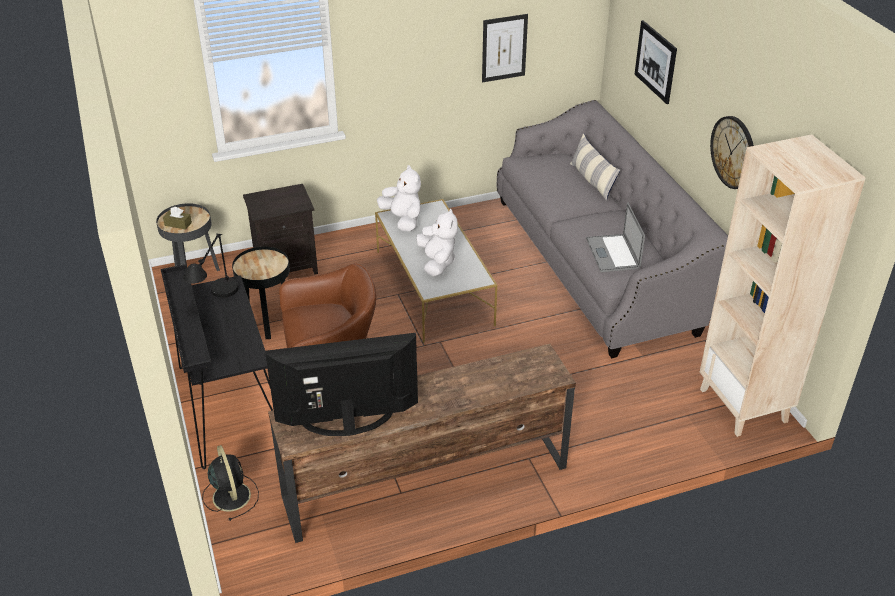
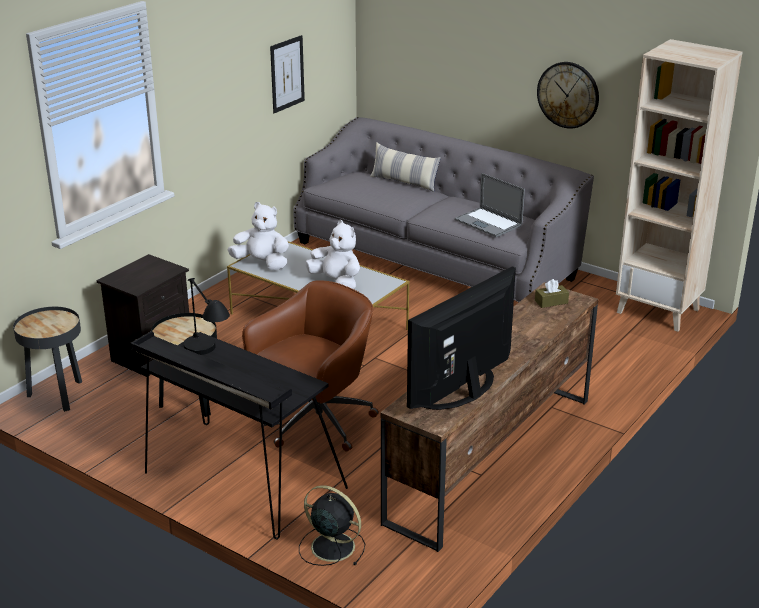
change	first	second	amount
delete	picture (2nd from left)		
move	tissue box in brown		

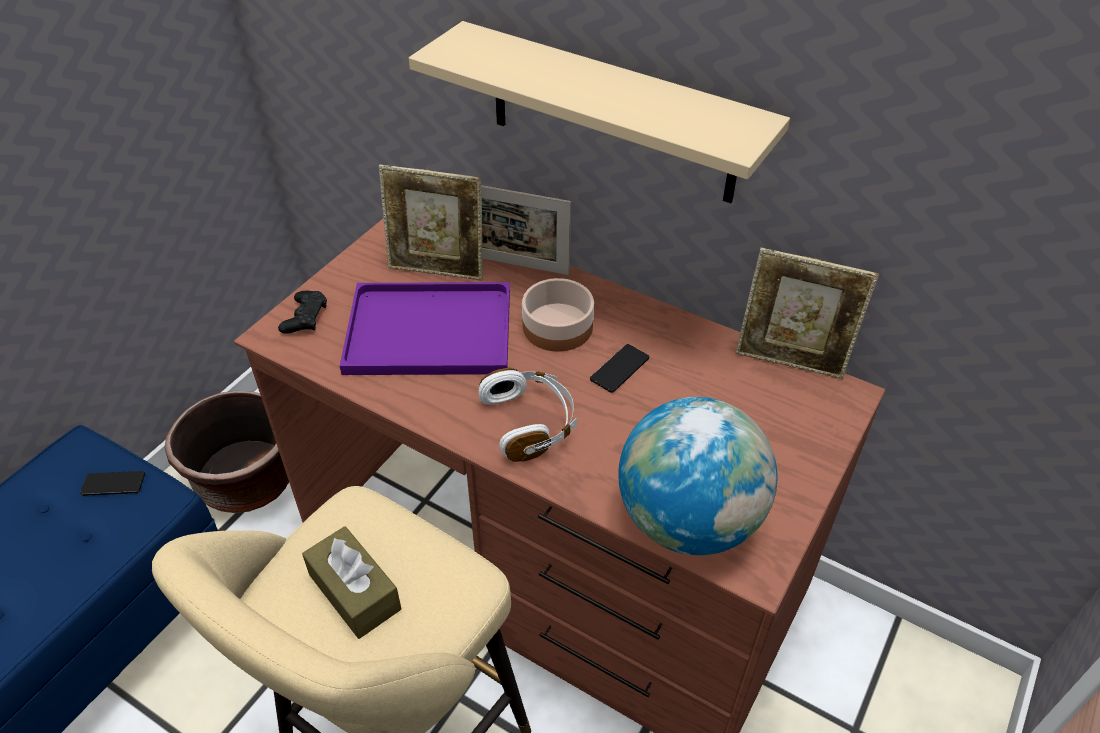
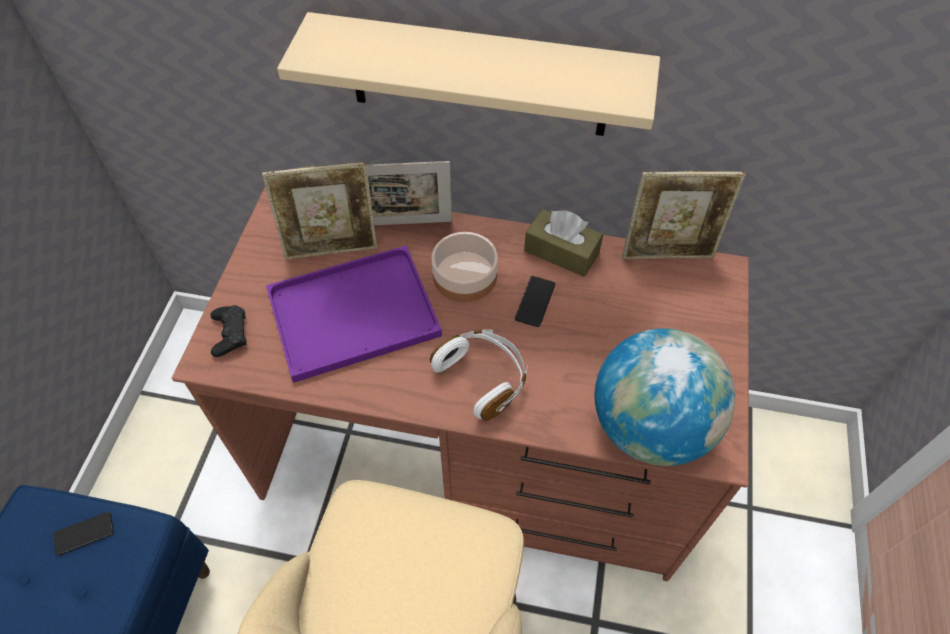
change	first	second	amount
delete	planter in brown		
move	tissue box in brown		

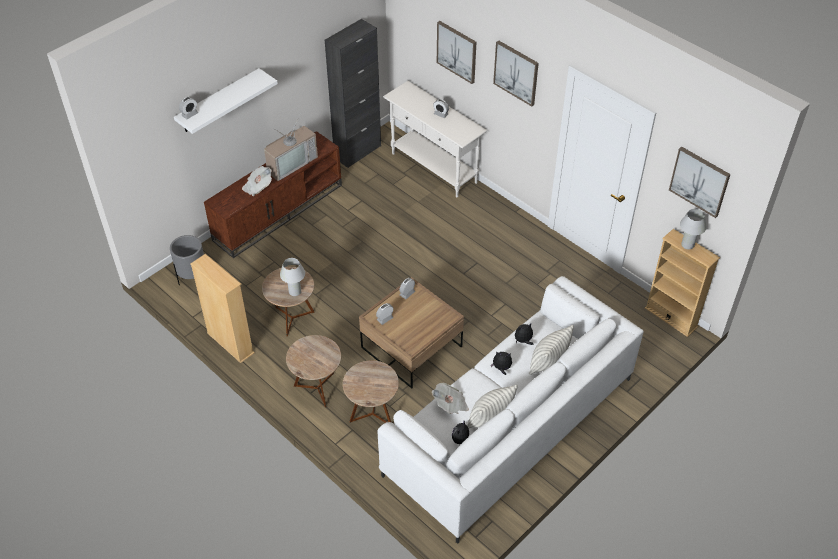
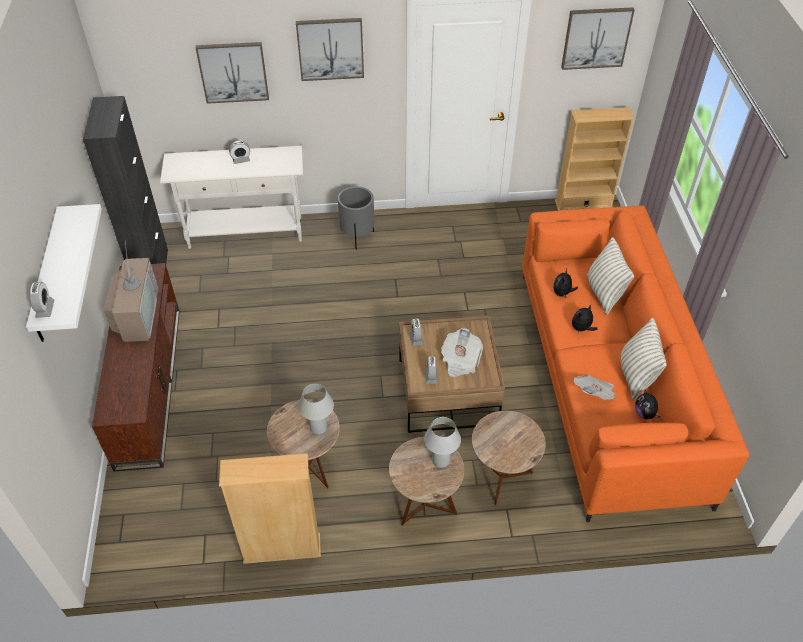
change	first	second	amount
move	newspaper (1st from left)		
move	table lamp in white (2nd from left)		
move	planter in grey		
recolor	sofa in white	sofa in orange	

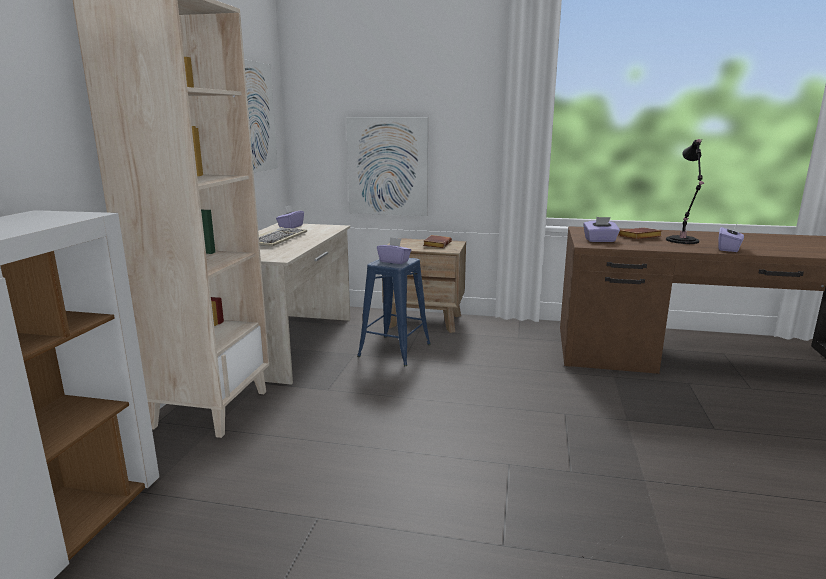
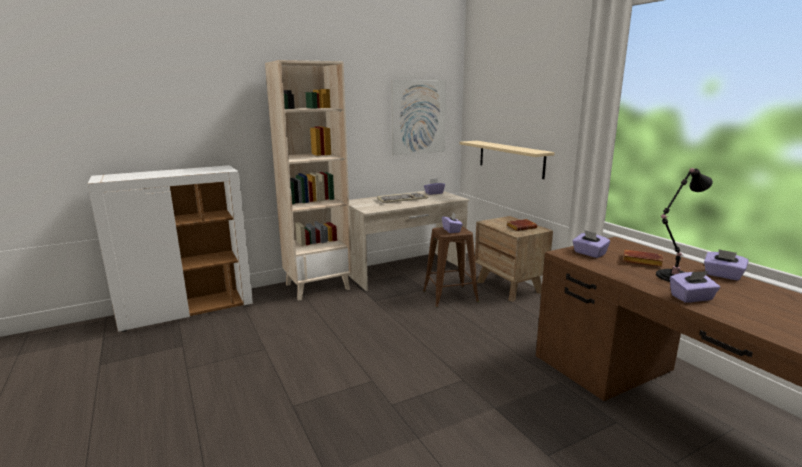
change	first	second	amount
replace	picture (2nd from left)	shelf in beige	
recolor	stool in blue	stool in brown	
insert		tissue box in purple (5th from left)	

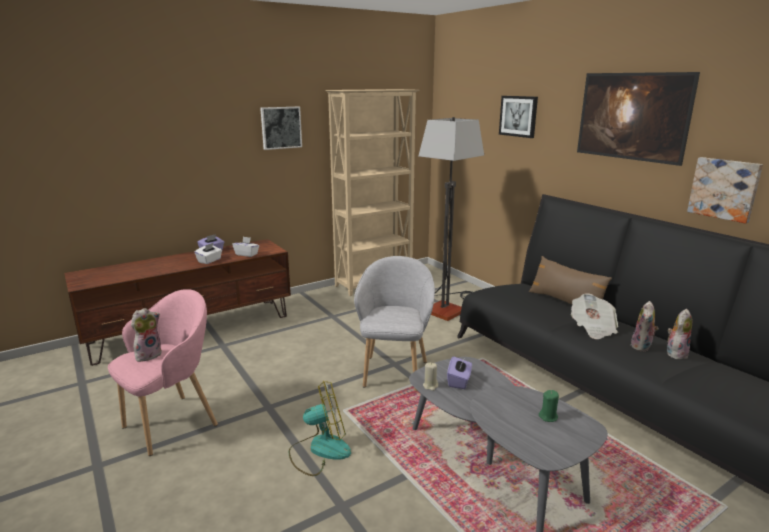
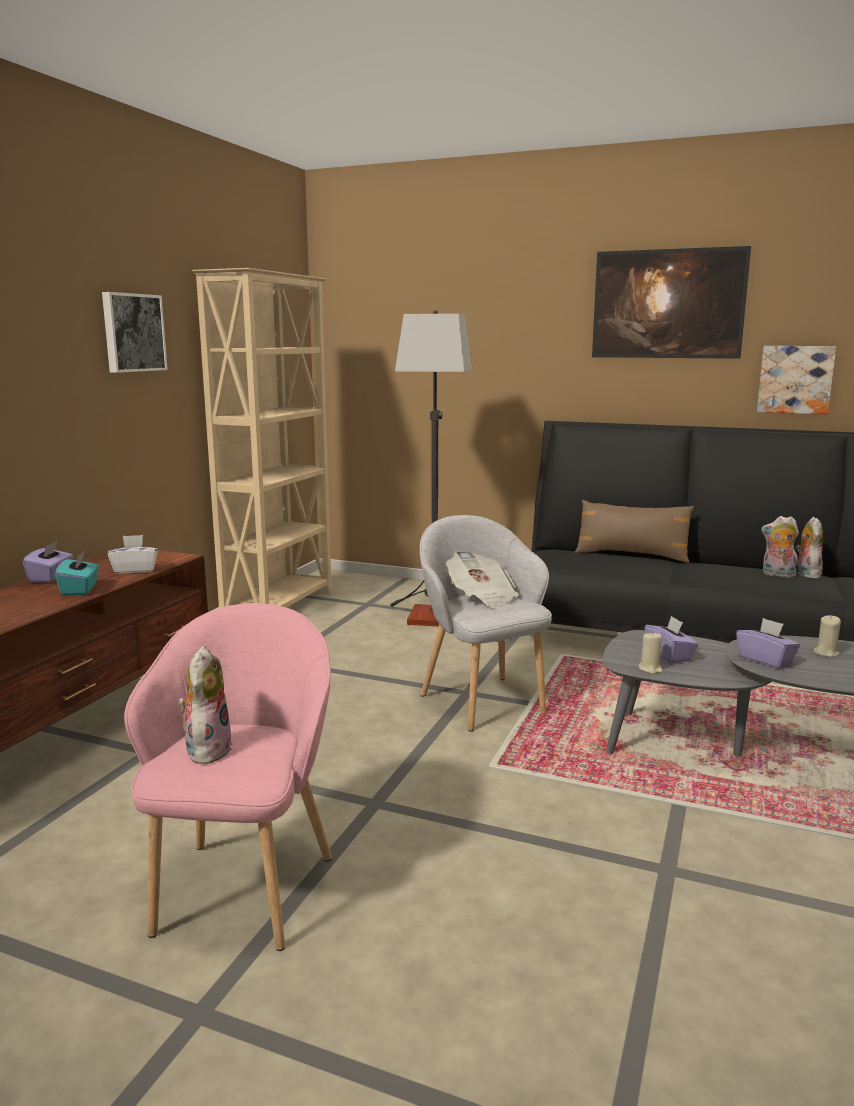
change	first	second	amount
delete	picture (2nd from left)		
recolor	tissue box in white (1st from left)	tissue box in turquoise	
move	newspaper		
rotate	plush toy (2nd from left)		120 degrees clockwise
delete	fan		
recolor	candle in green	candle in beige (2nd from left)	
insert		tissue box in purple (3rd from left)	

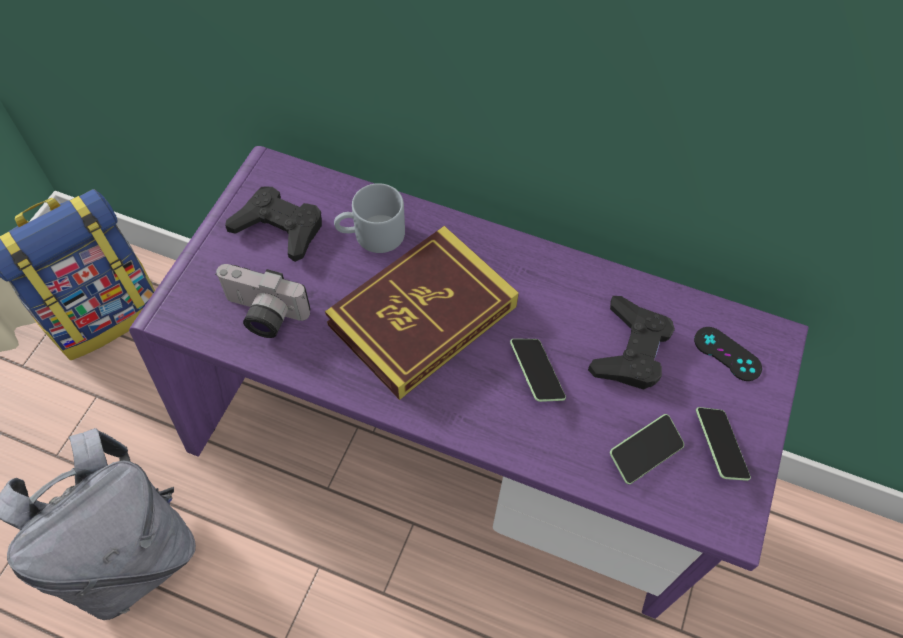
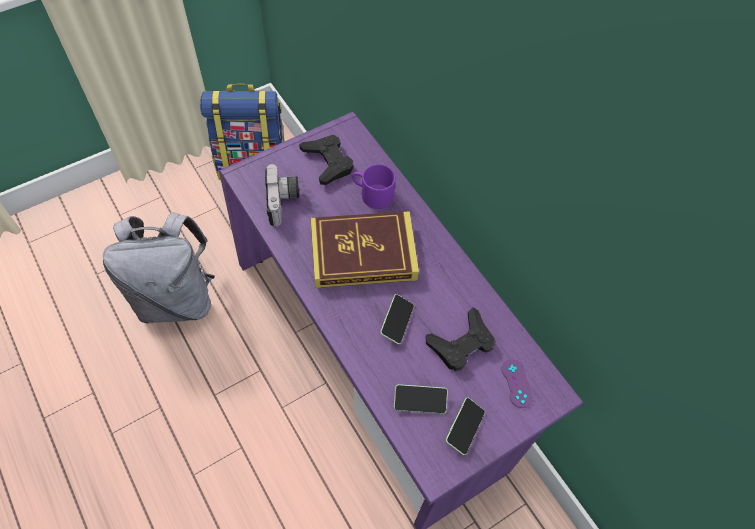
change	first	second	amount
recolor	mug in grey	mug in purple	
rotate	photo camera		150 degrees counterclockwise
recolor	game controller in black (3rd from left)	game controller in purple	

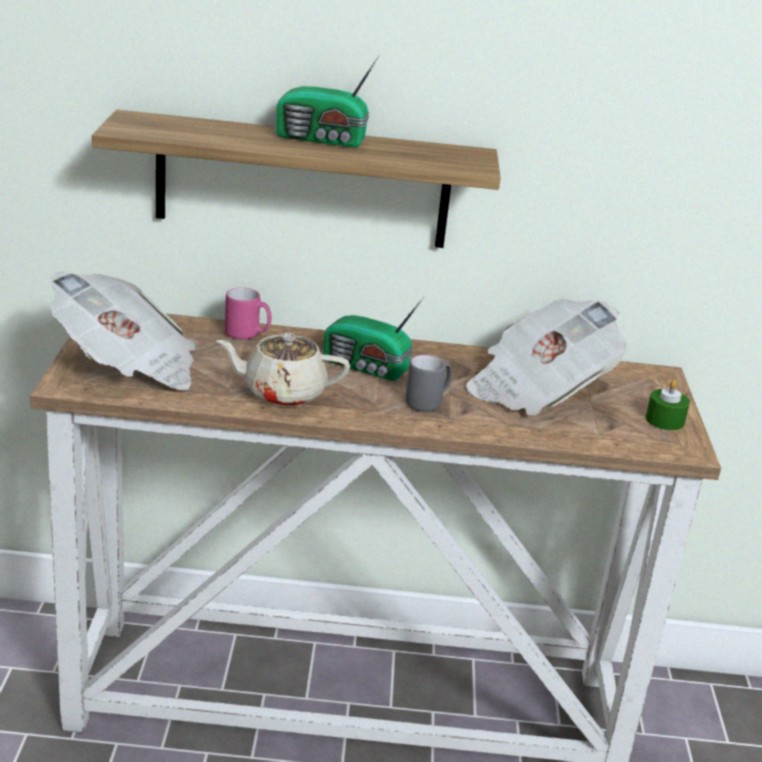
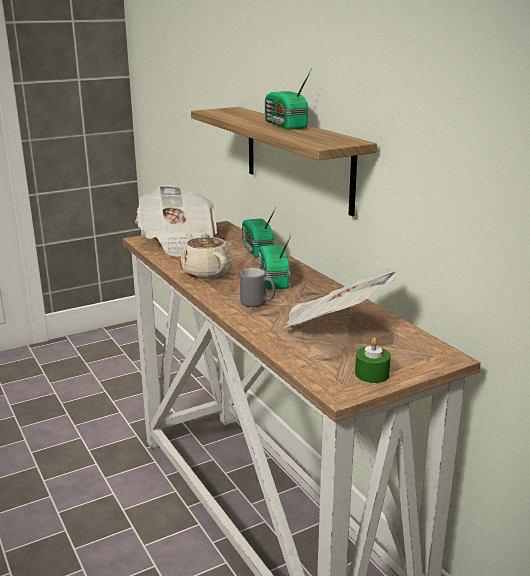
change	first	second	amount
replace	mug in pink	radio (1st from left)	

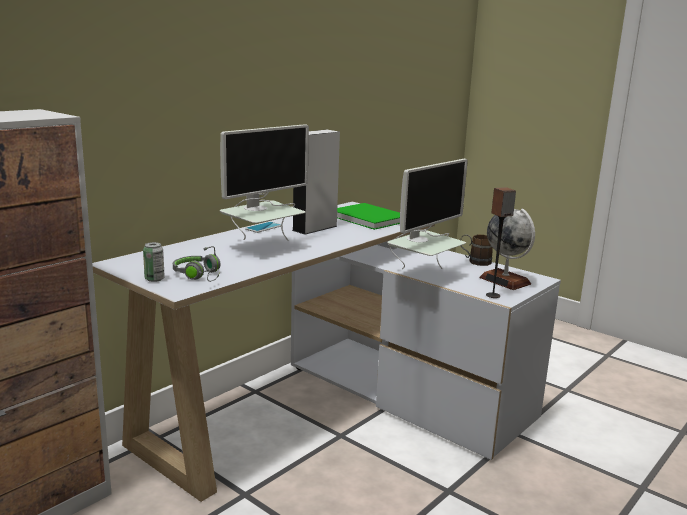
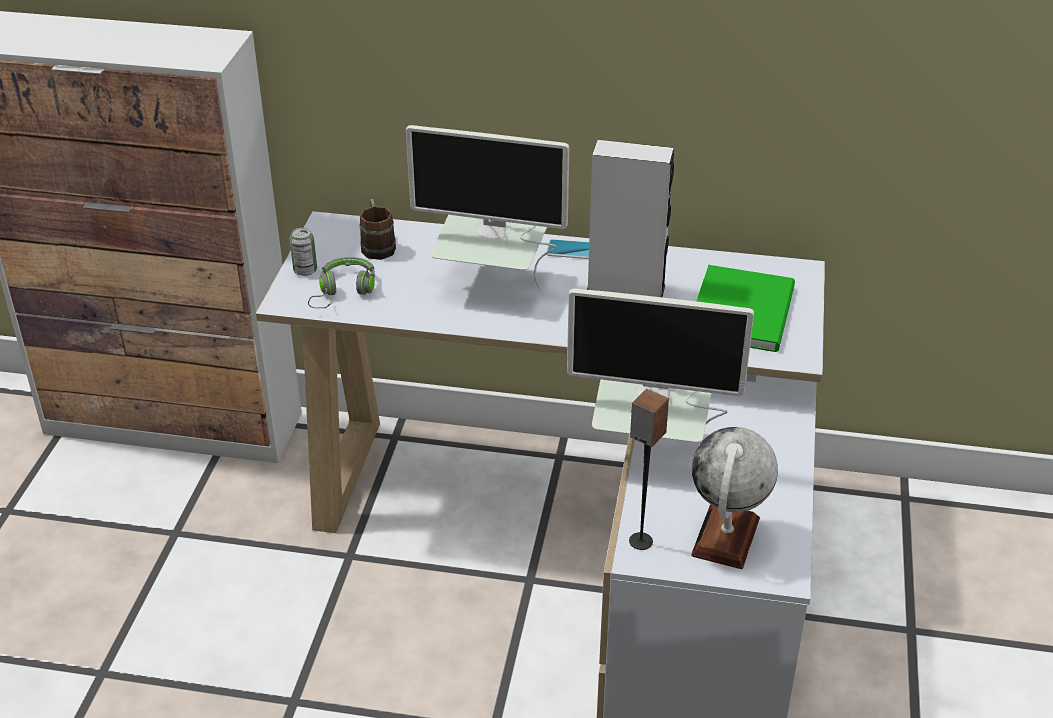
change	first	second	amount
move	mug in brown		

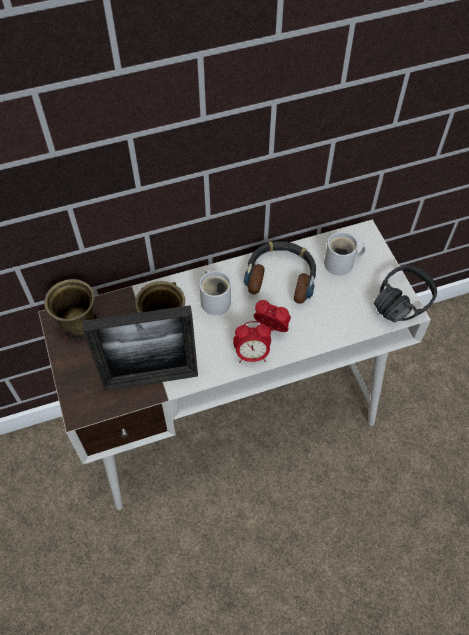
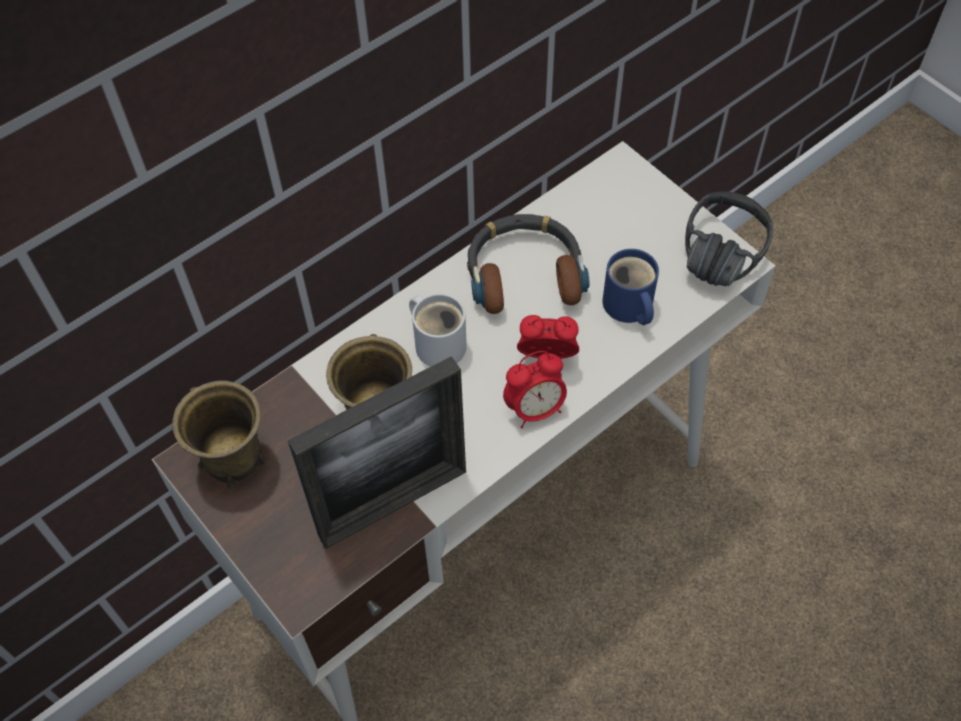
change	first	second	amount
delete	mug in white (2nd from left)		
insert		mug in blue	

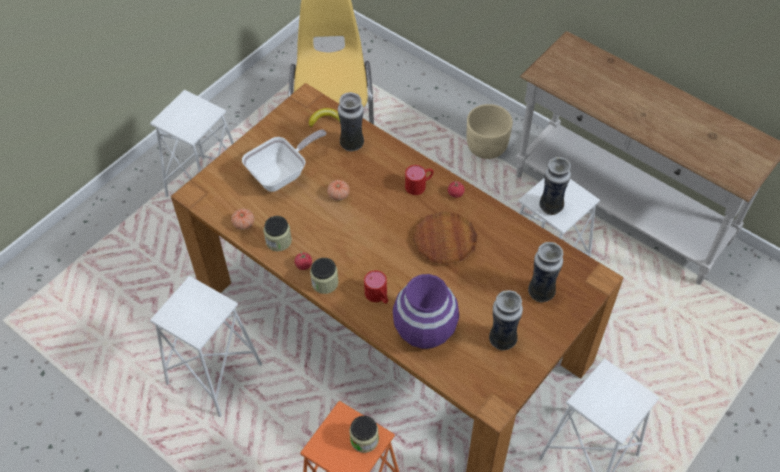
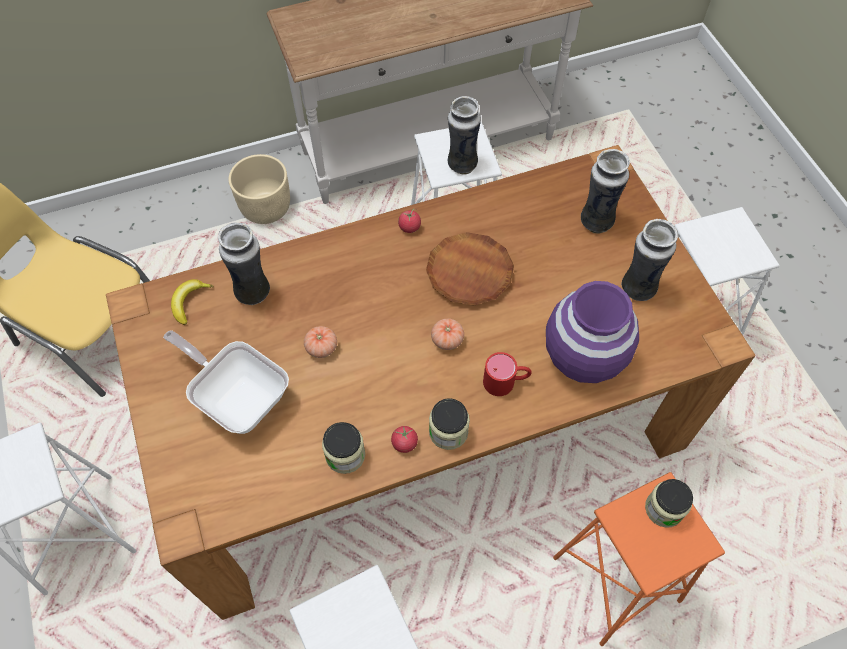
change	first	second	amount
rotate	frying pan		45 degrees counterclockwise
delete	mug in red (2nd from left)		
move	tomato (1st from left in the first image)	tomato (4th from left)	

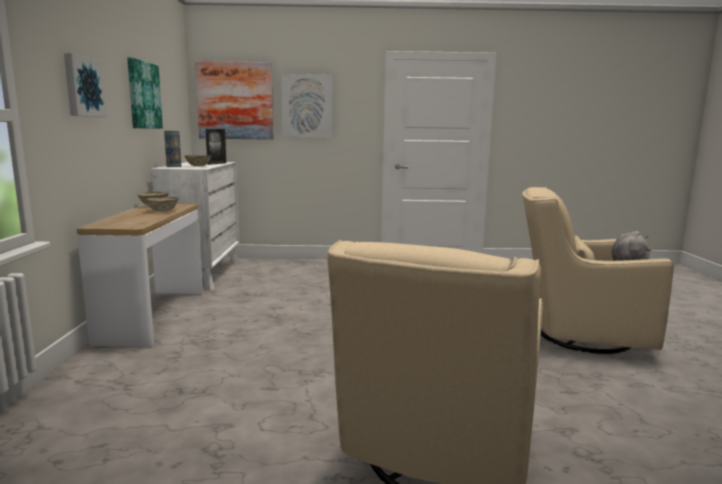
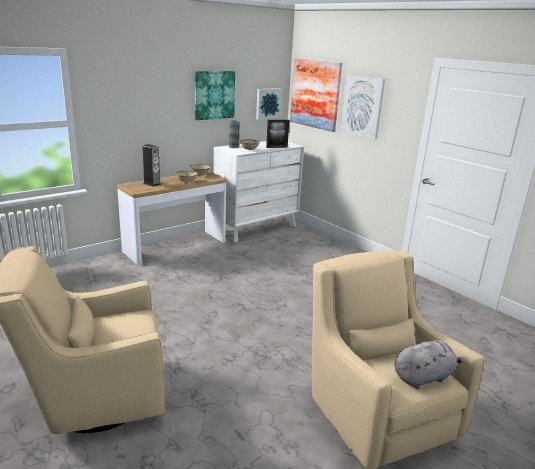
change	first	second	amount
move	picture (1st from left in the first image)	picture (2nd from left)	
insert		speaker	

